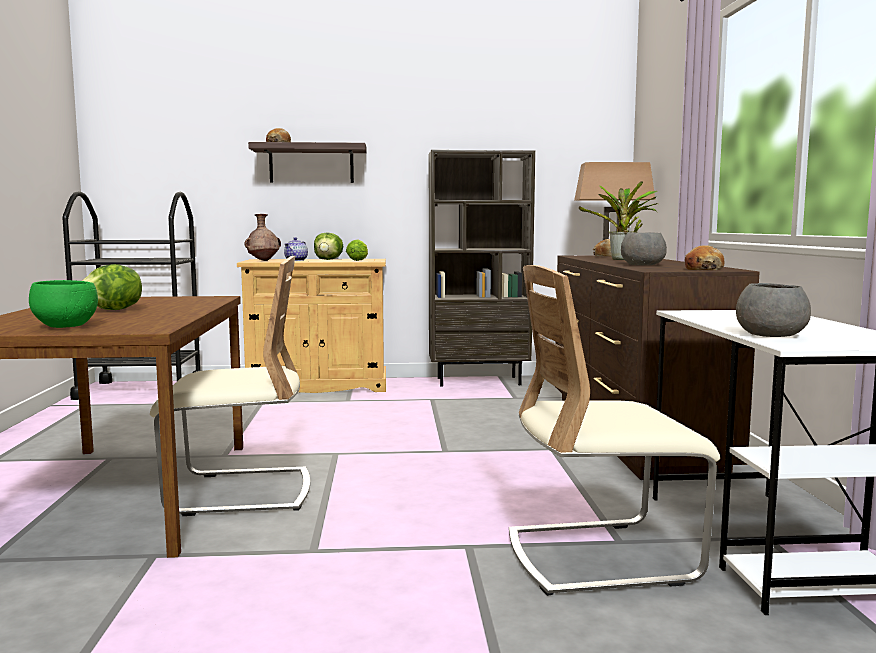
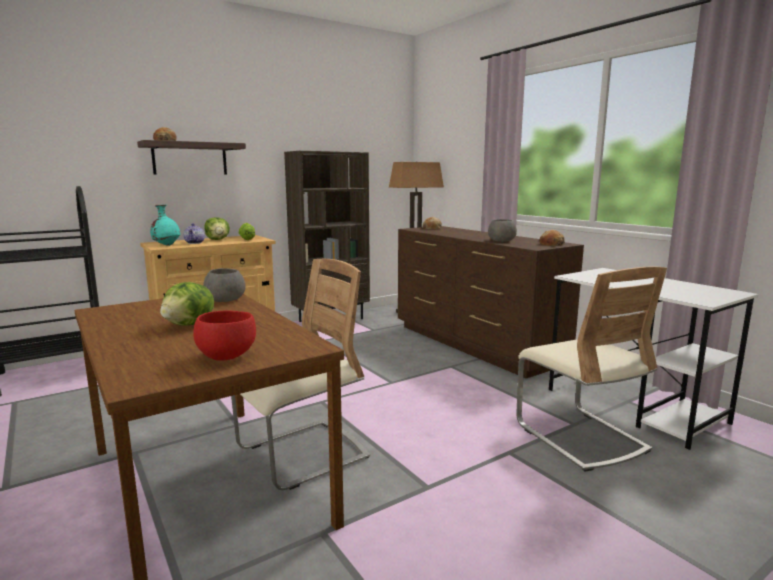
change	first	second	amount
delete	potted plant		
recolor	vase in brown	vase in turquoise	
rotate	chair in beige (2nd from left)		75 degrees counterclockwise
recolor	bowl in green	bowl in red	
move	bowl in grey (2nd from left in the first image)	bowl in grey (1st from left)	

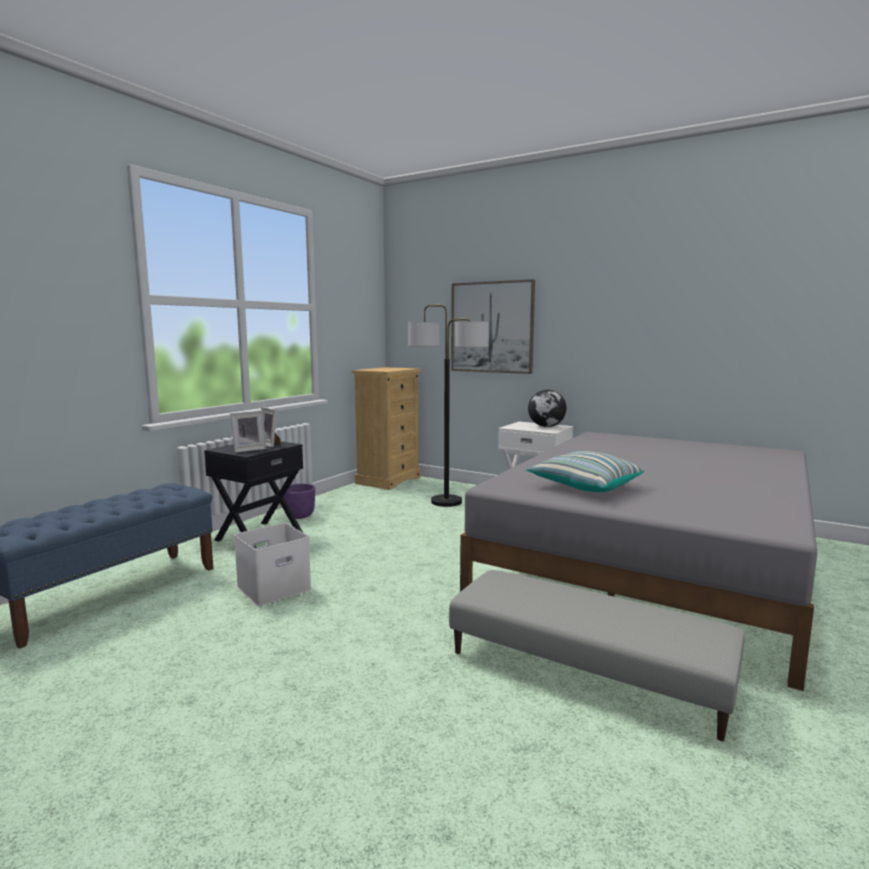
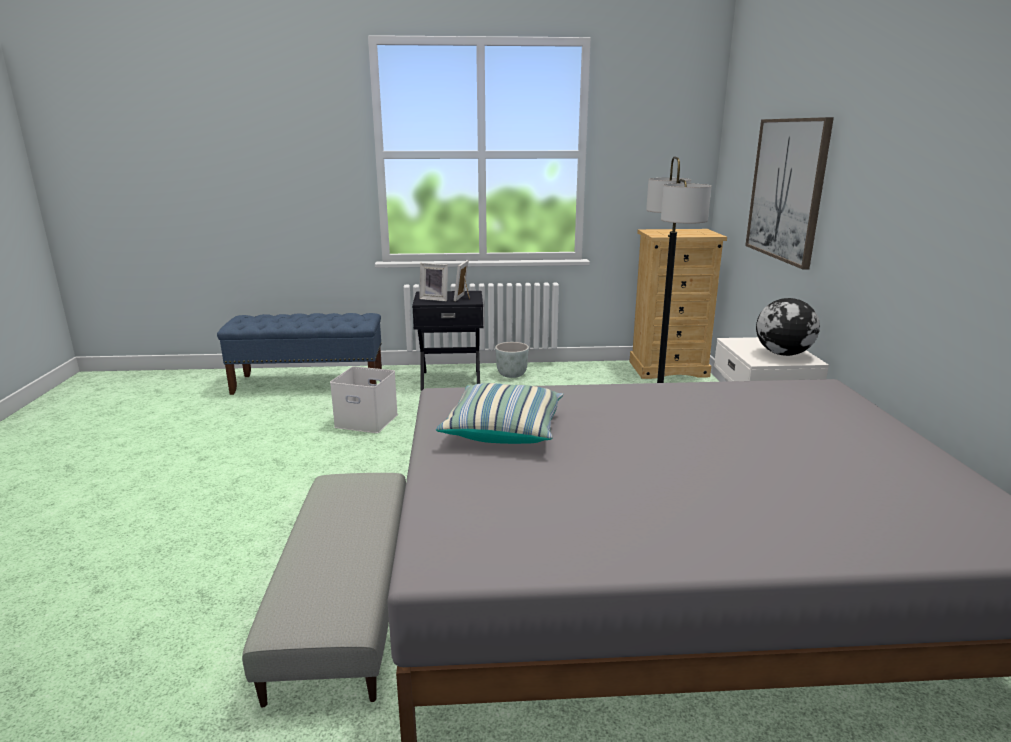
change	first	second	amount
recolor	planter in purple	planter in grey	

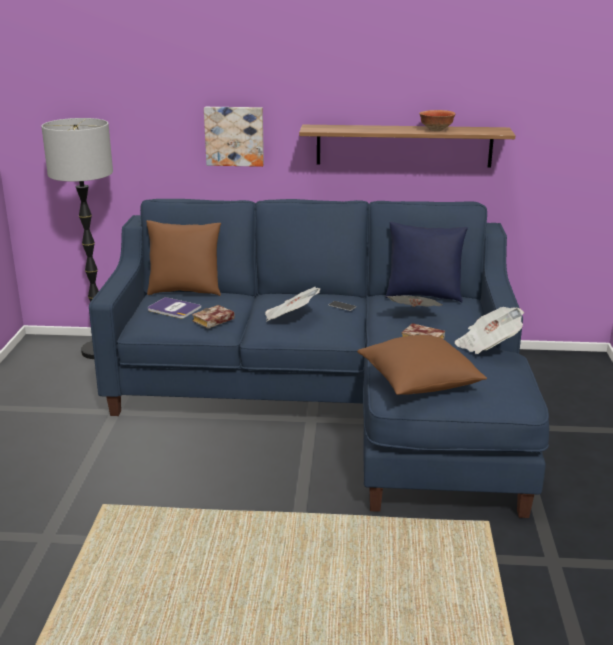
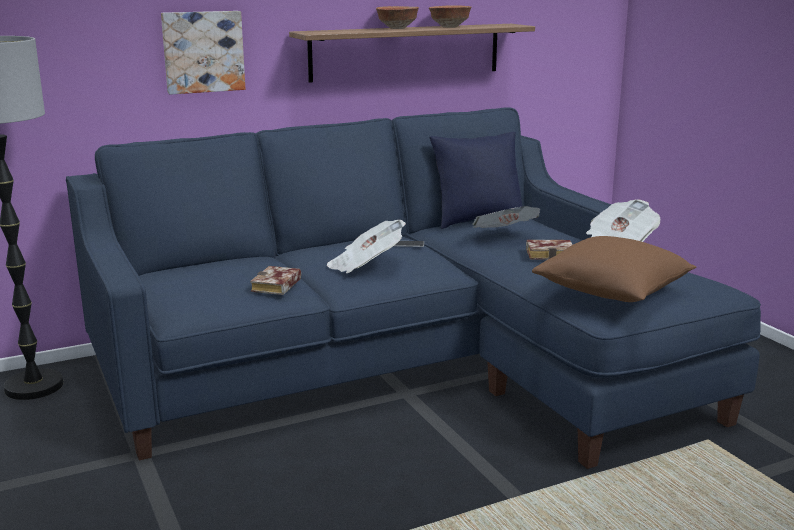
change	first	second	amount
delete	pillow in brown (1st from left)		
delete	book (1st from left)		
insert		bowl (1st from left)	

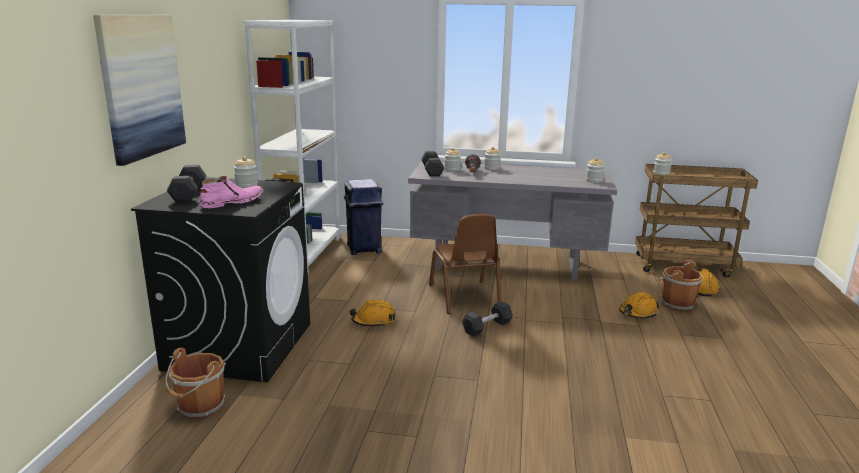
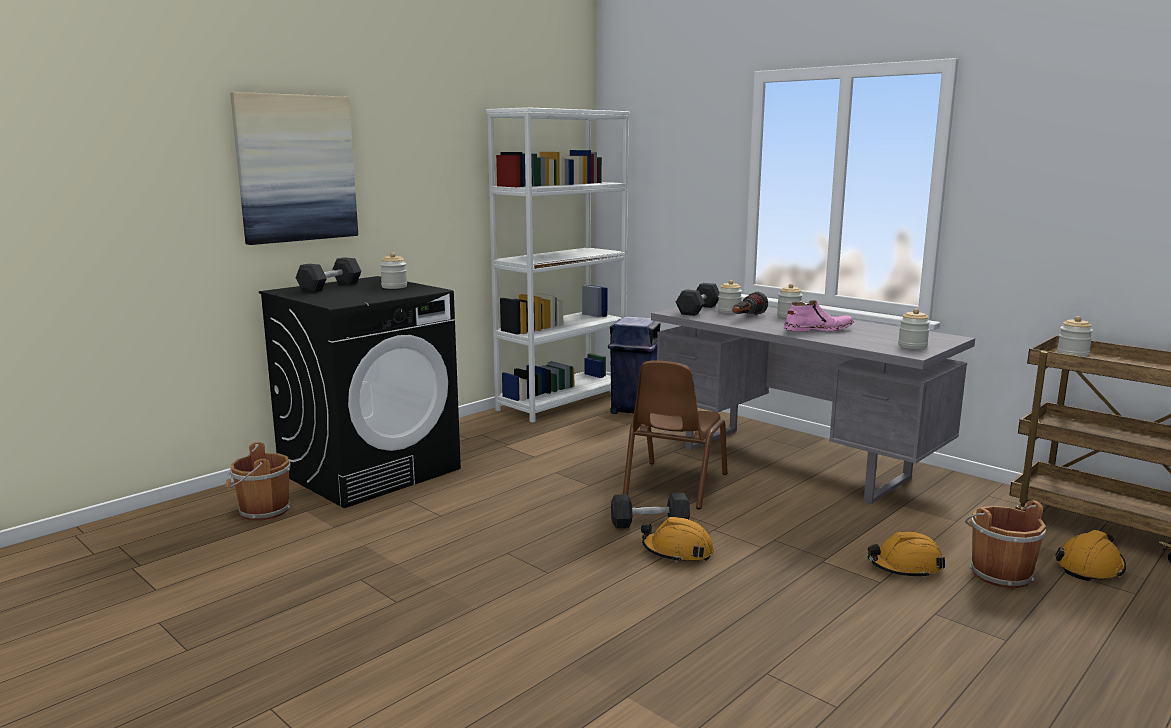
change	first	second	amount
move	boot in pink		
move	hard hat in orange (1st from left)		

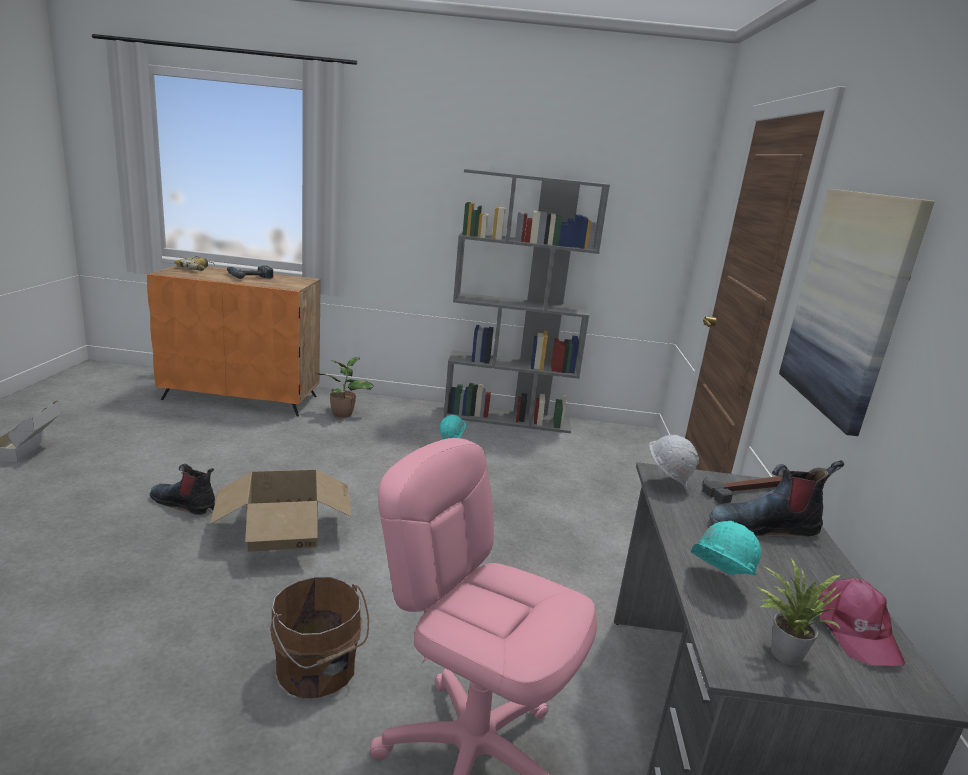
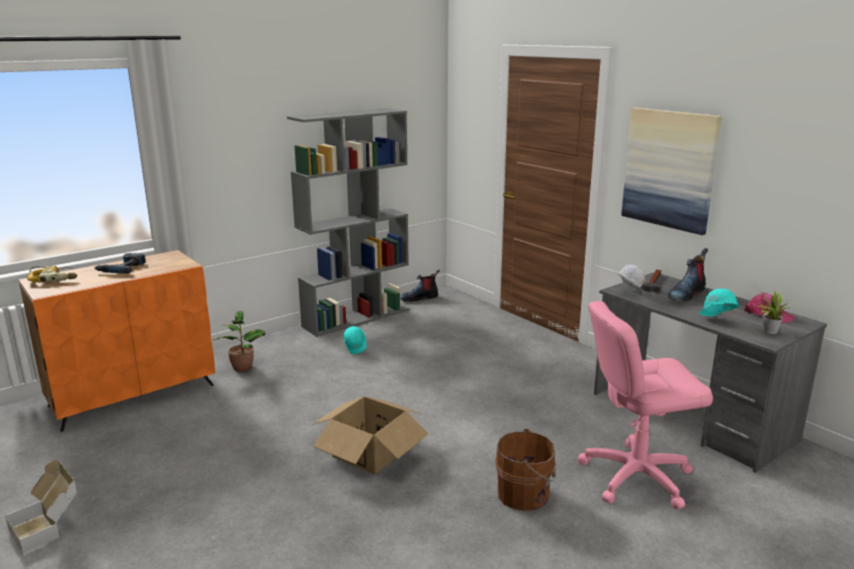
change	first	second	amount
move	boot (1st from left)		

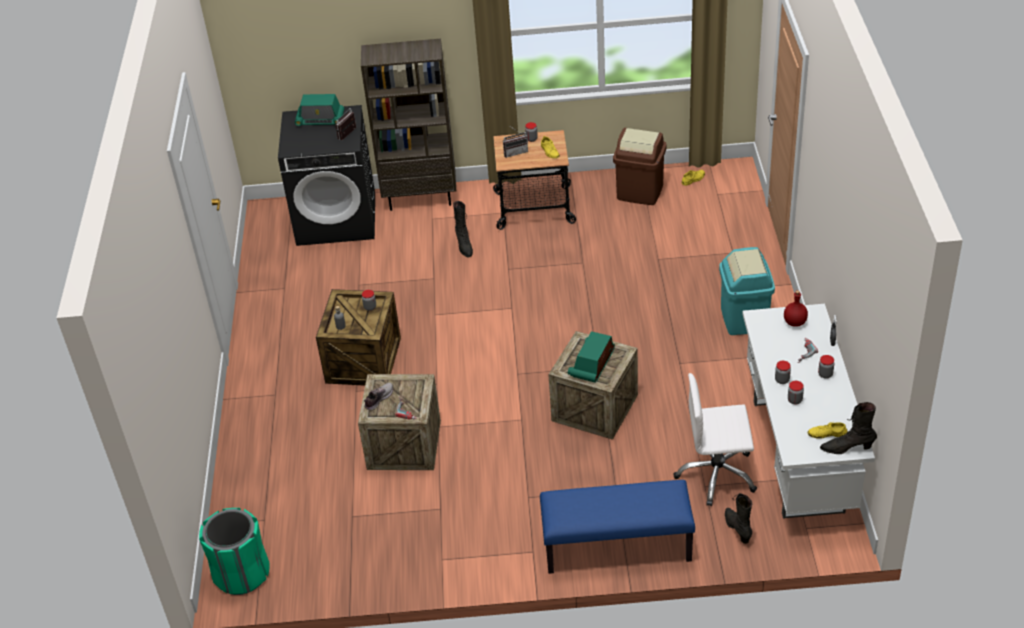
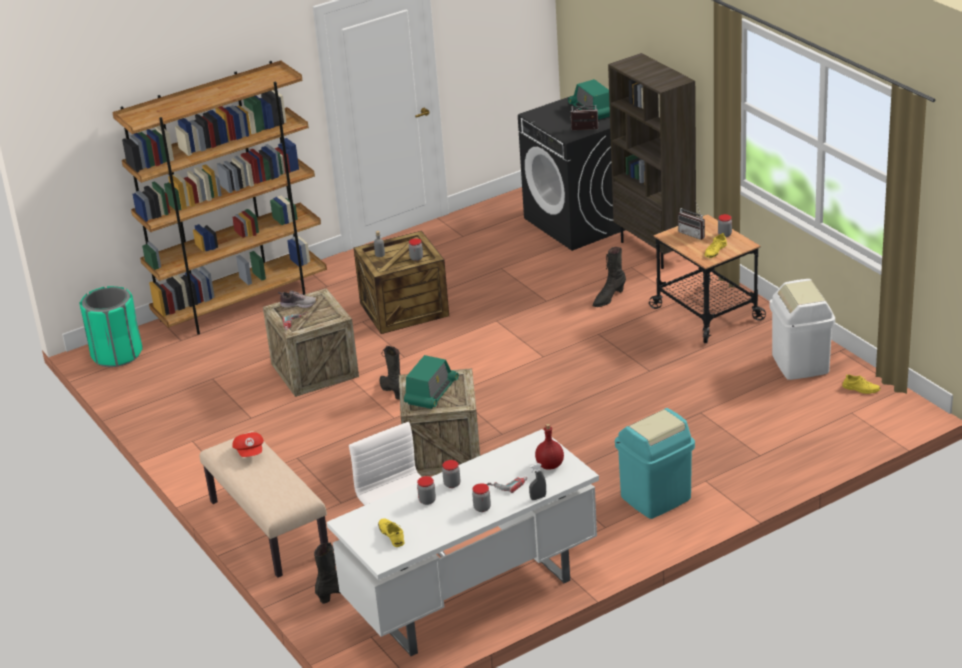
change	first	second	amount
recolor	trash can in brown	trash can in white	
rotate	radio (4th from left in the first image)	radio (1st from left)	120 degrees clockwise
move	boot in black (3rd from left in the first image)	boot in black (2nd from left)	
recolor	bench in blue	bench in beige	
insert		bookcase in brown (1st from left)	
insert		cap in red	

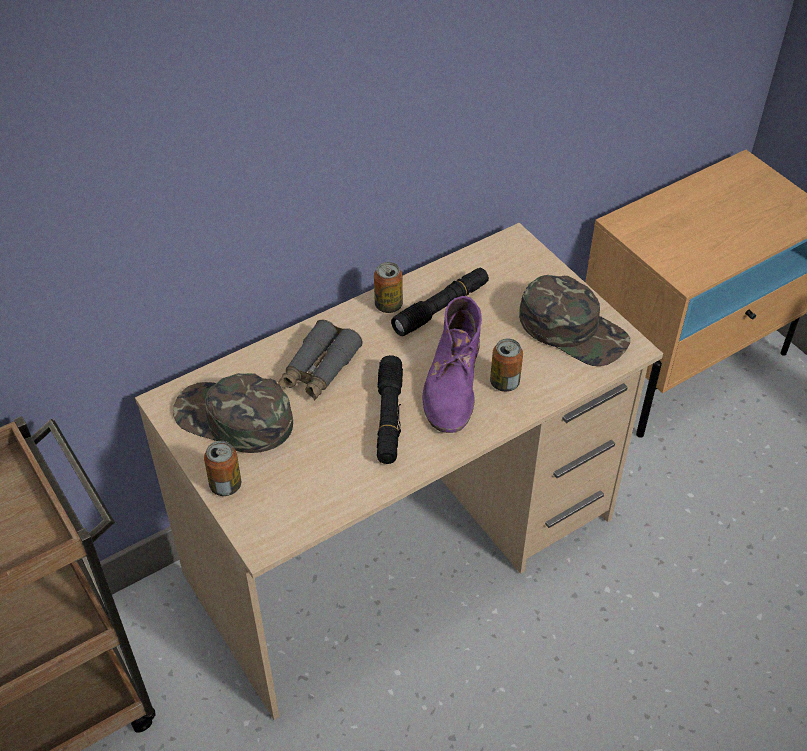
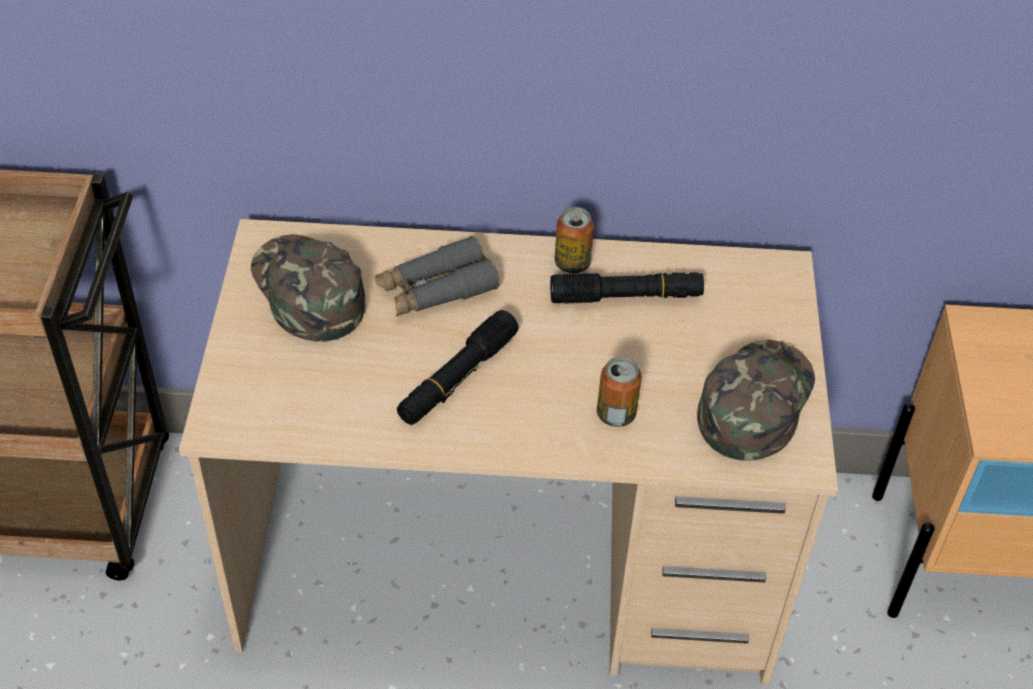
change	first	second	amount
rotate	cap in green (2nd from left)		135 degrees counterclockwise
delete	boot in purple		
delete	can (1st from left)		

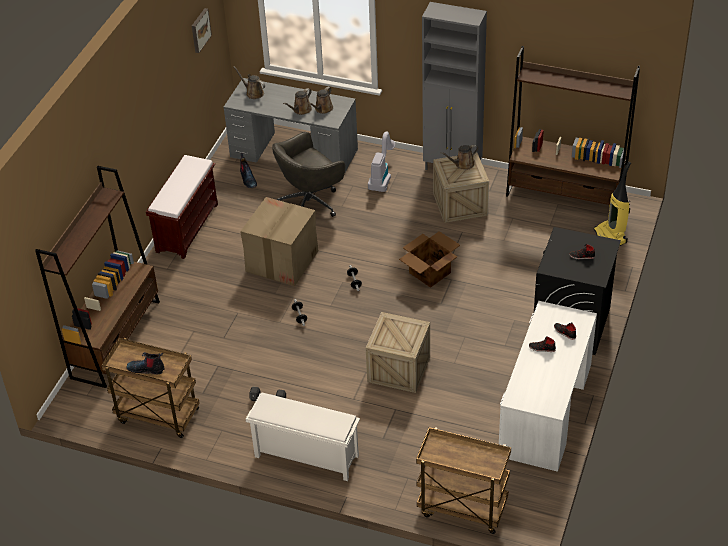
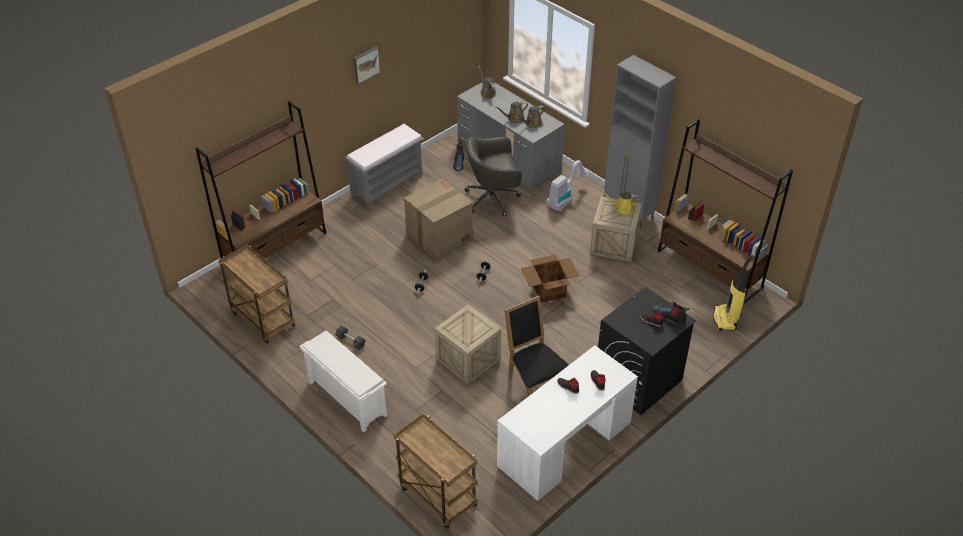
change	first	second	amount
move	picture		
recolor	watering can in brown (4th from left)	watering can in yellow	
recolor	bench in brown	bench in grey	
move	boot (1st from left in the first image)	boot (2nd from left)	
insert		chair in black	

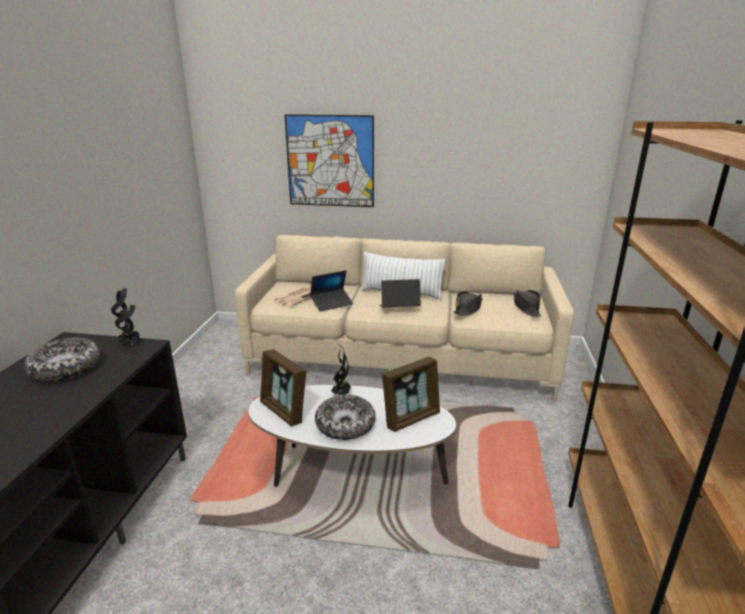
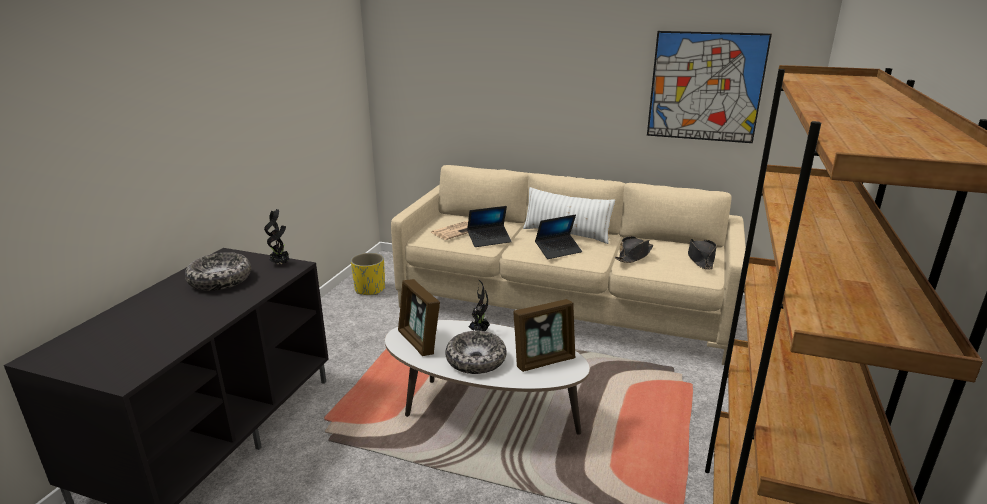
change	first	second	amount
move	picture		
rotate	laptop (2nd from left)		150 degrees clockwise
insert		planter in yellow	

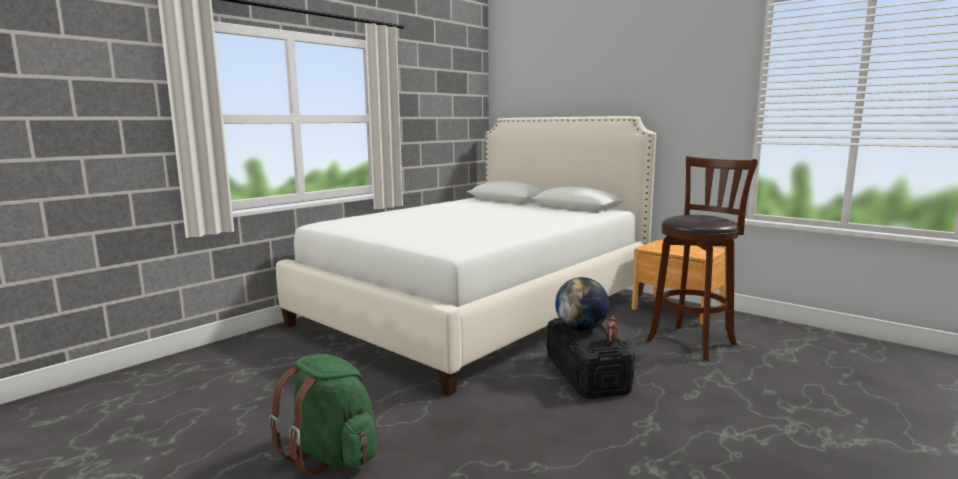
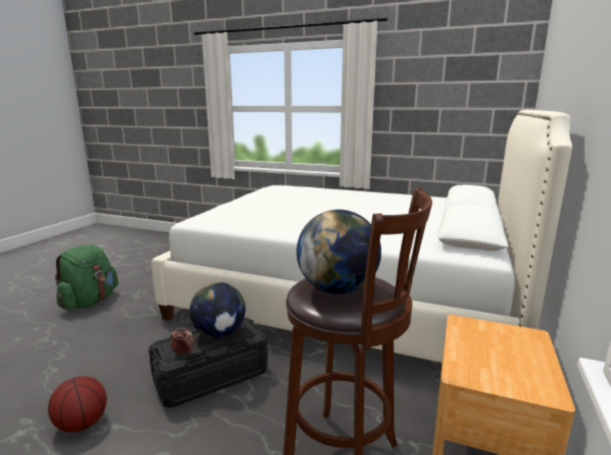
change	first	second	amount
insert		globe (2nd from left)	
insert		basketball	

